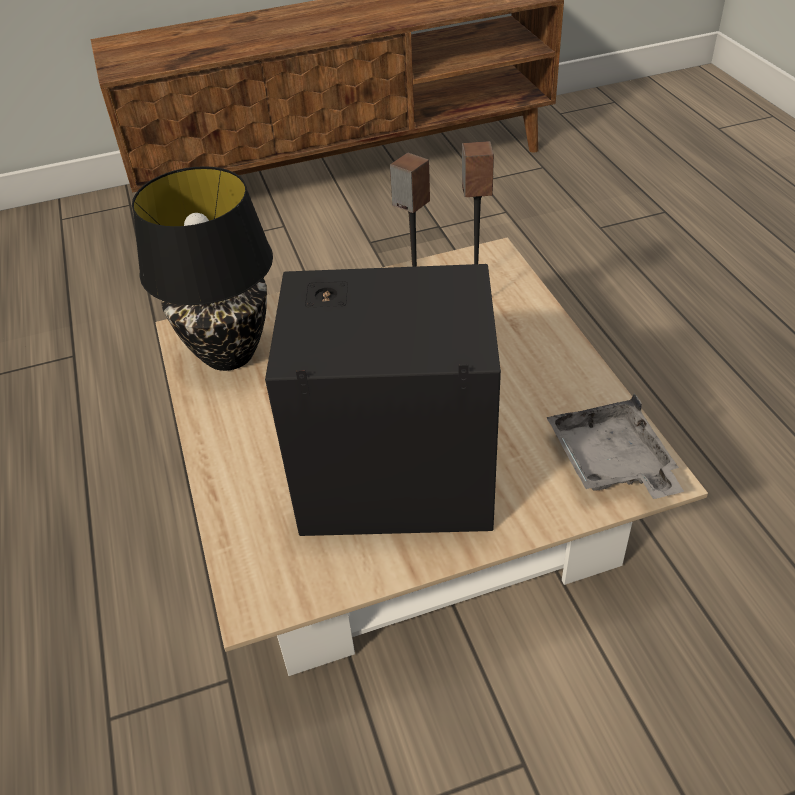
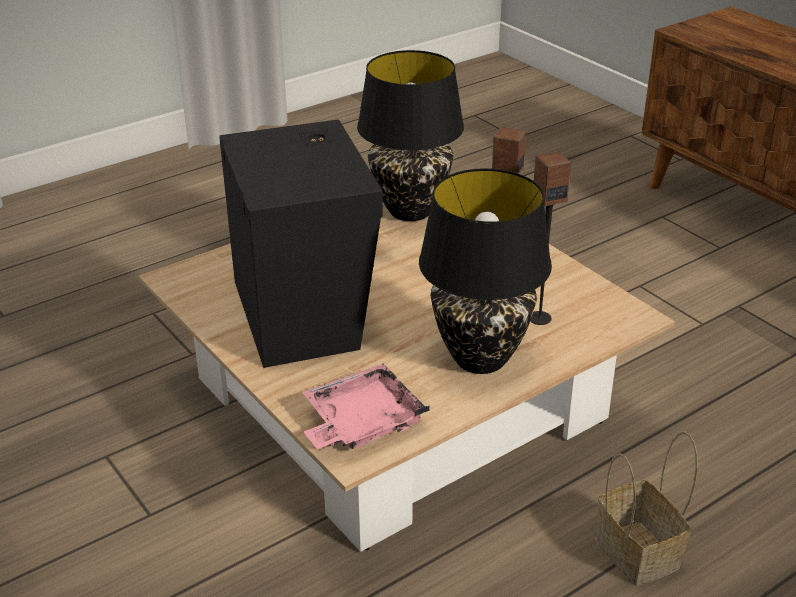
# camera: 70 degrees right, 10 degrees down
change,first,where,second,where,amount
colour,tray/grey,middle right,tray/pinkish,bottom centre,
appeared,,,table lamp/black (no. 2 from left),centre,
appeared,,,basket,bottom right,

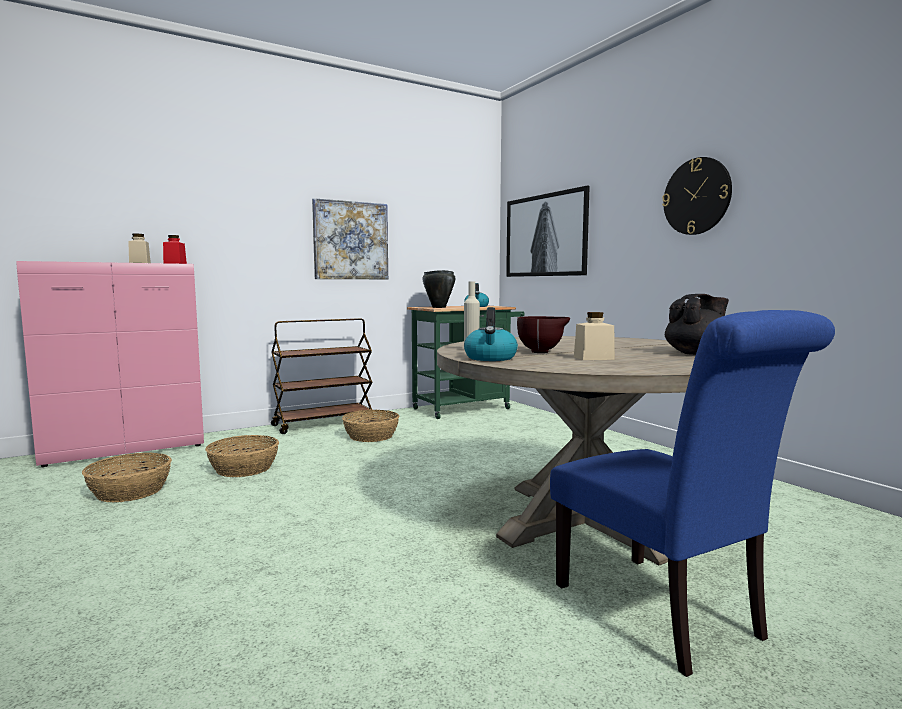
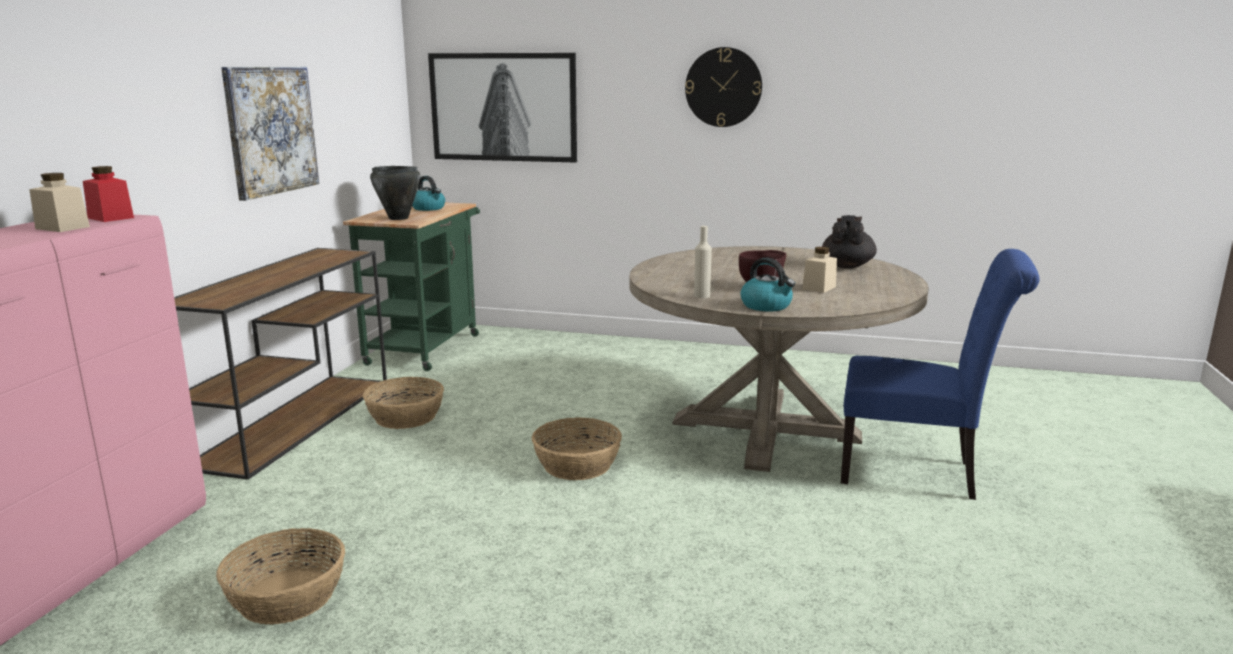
# camera: 45 degrees left, 10 degrees up
change,first,where,second,where,amount
exchanged,trolley/brown,centre,hall table/brown,middle left,
relocated,basket (no. 2 from left in the first image),middle left,basket (no. 3 from left),bottom centre,

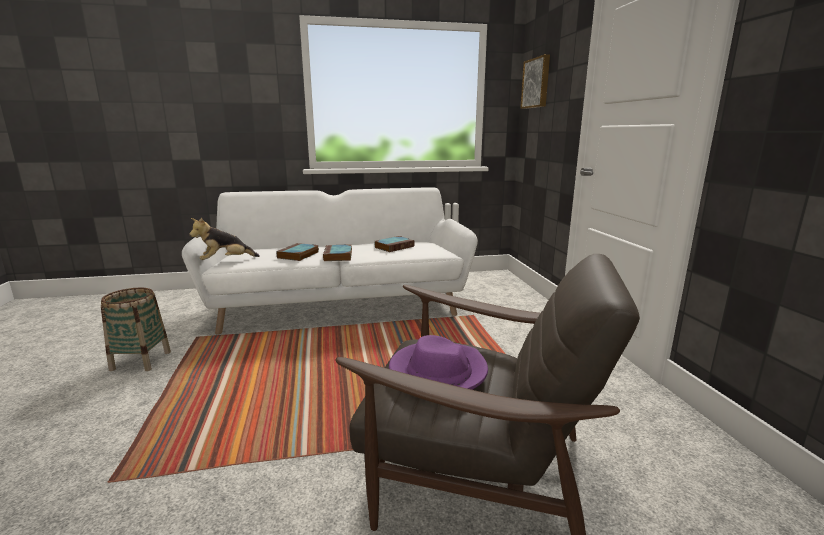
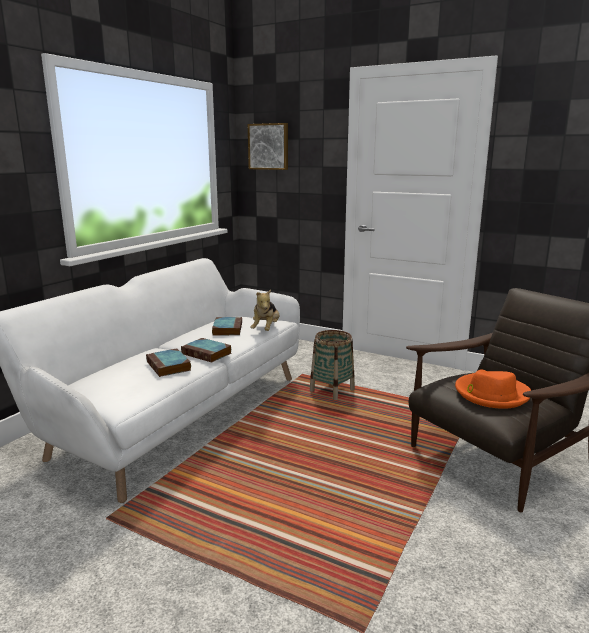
# camera: 50 degrees left, 0 degrees up
change,first,where,second,where,amount
relocated,soft toy,middle left,,centre,
relocated,basket,middle left,,centre,
colour,clothing hat/purple,bottom centre,clothing hat/orange-coloured,middle right,

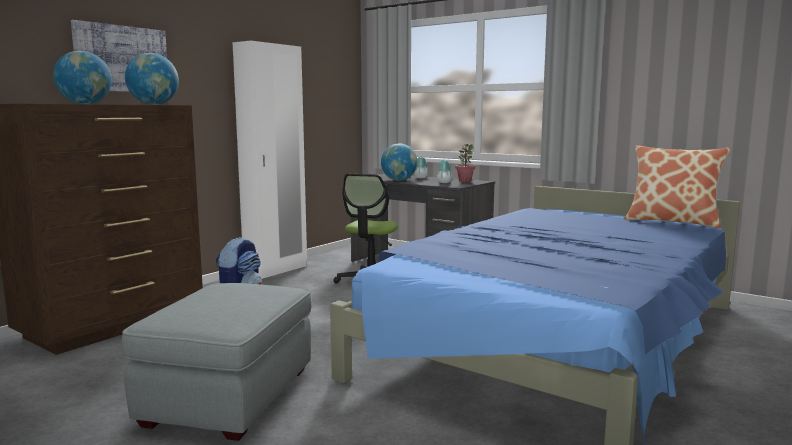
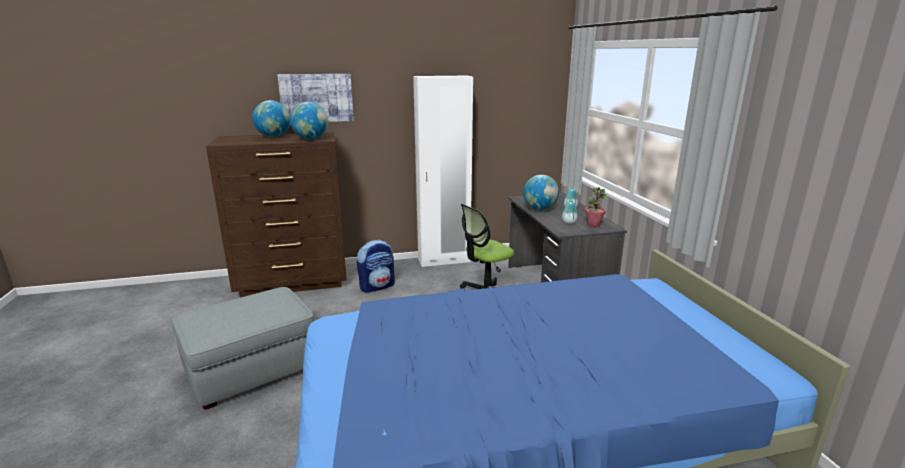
# camera: 40 degrees right, 10 degrees up
change,first,where,second,where,amount
missing,cushion,middle right,,,

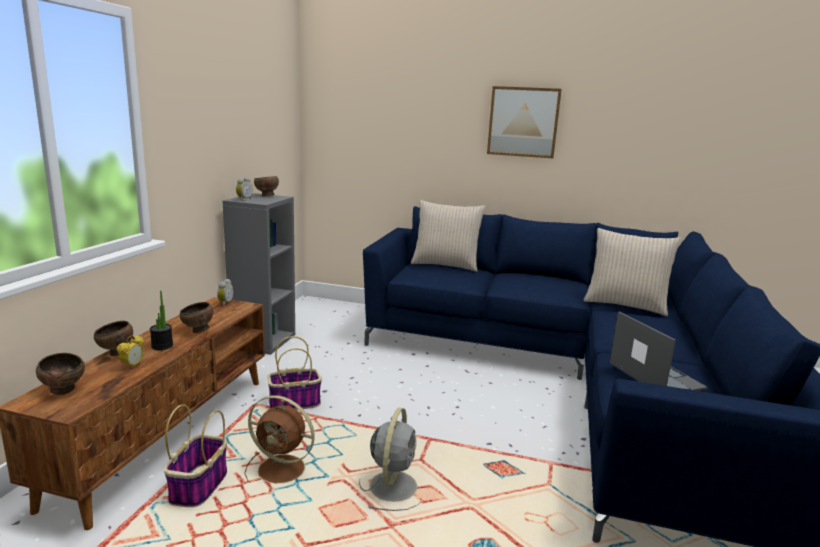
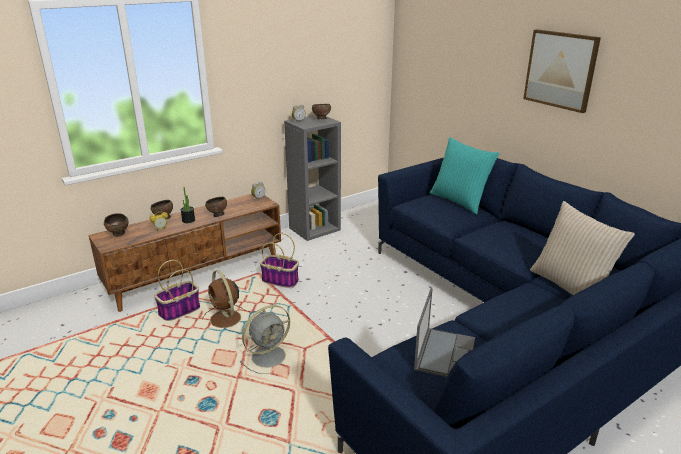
# camera: 40 degrees right, 10 degrees up
change,first,where,second,where,amount
colour,cushion/beige (no. 1 from left),centre,cushion/blue-green,middle right,

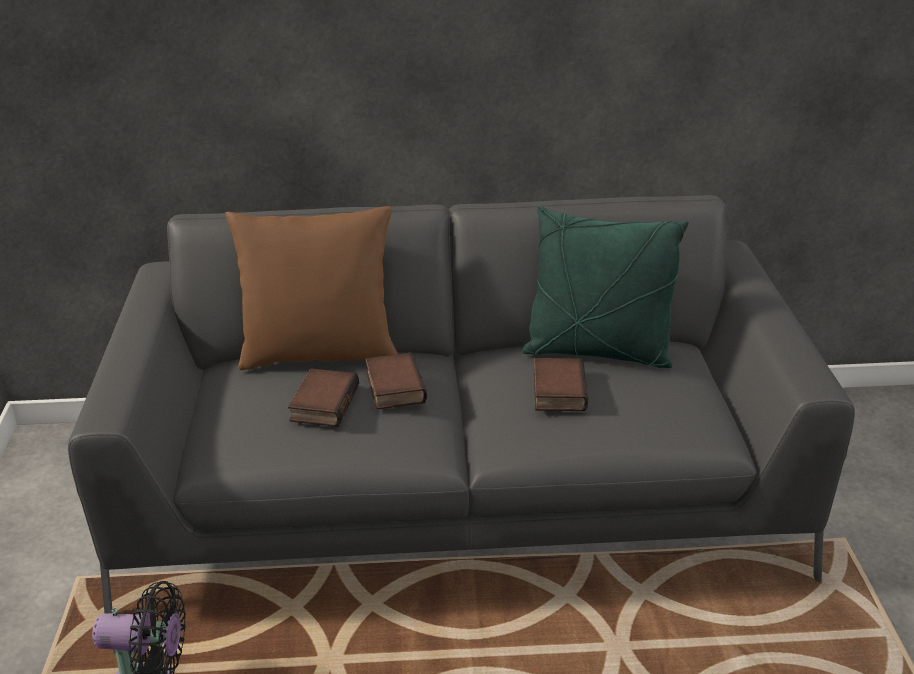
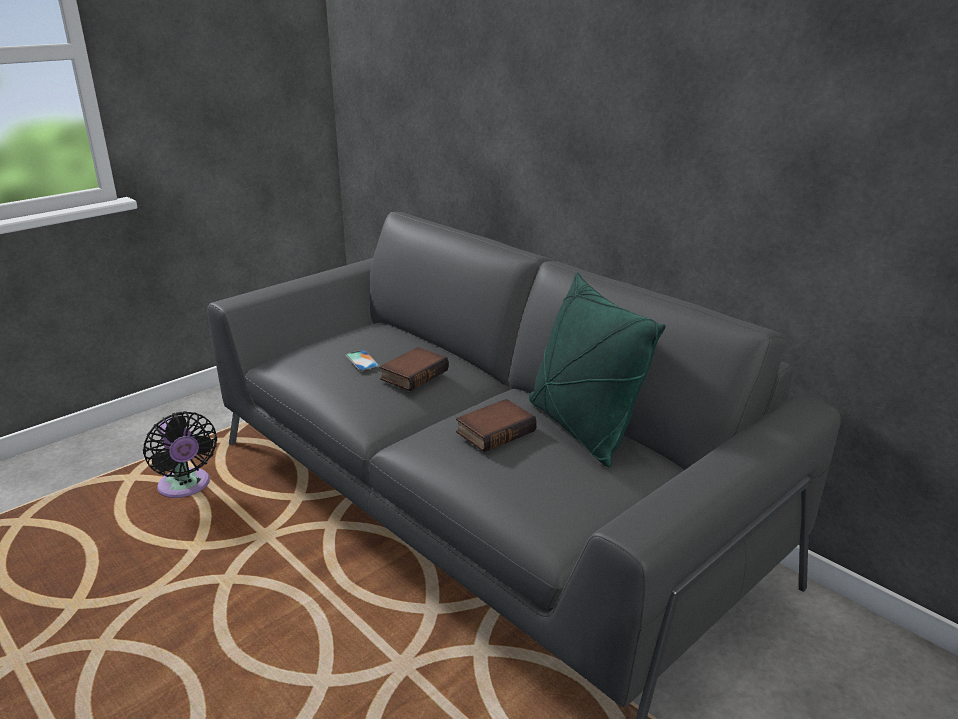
# camera: 50 degrees right, 5 degrees down
change,first,where,second,where,amount
exchanged,book (no. 1 from left),centre,phone,centre,
missing,cushion/brown,centre,,,

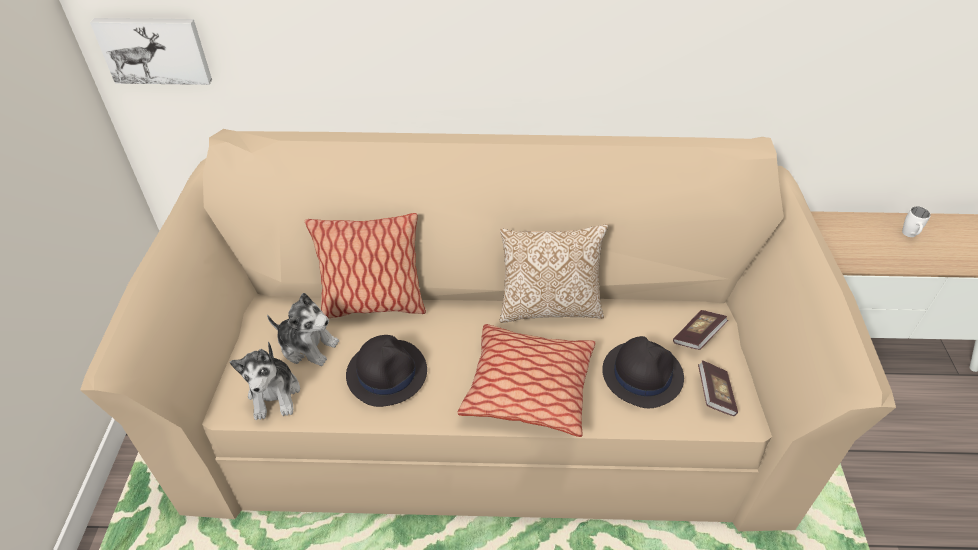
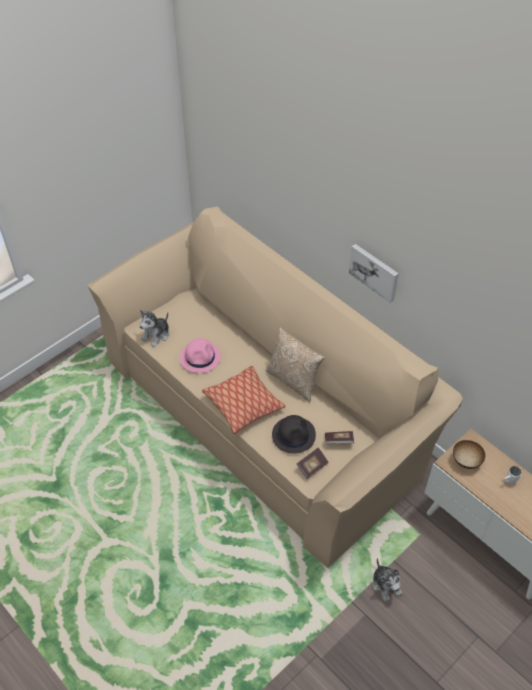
# camera: 45 degrees right, 5 degrees up
change,first,where,second,where,amount
colour,clothing hat/black (no. 1 from left),bottom centre,clothing hat/pinkish,centre,
relocated,picture,top left,,middle right,
relocated,soft toy (no. 2 from left),middle left,,bottom right,
appeared,,,deep dish,middle right,
missing,cushion (no. 1 from left),centre,,,

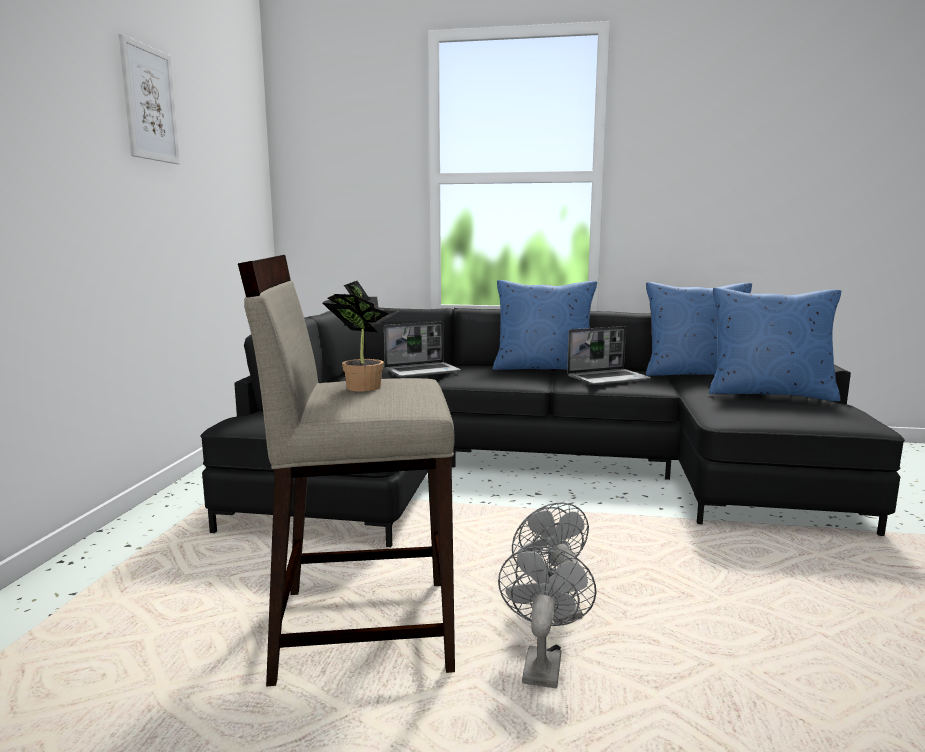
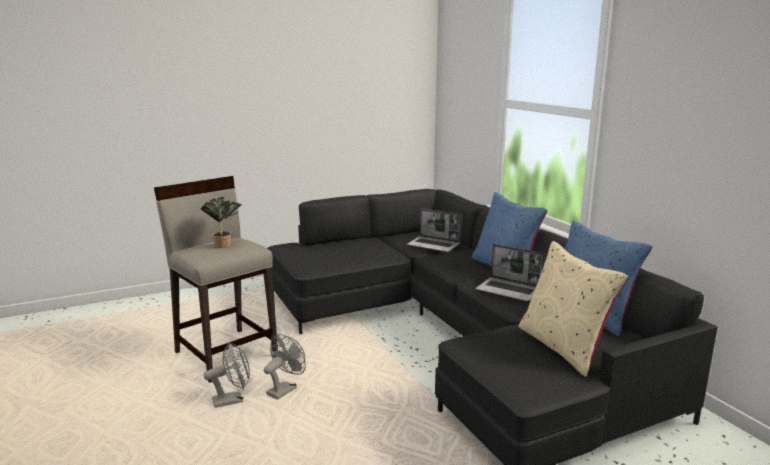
# camera: 55 degrees right, 5 degrees up
change,first,where,second,where,amount
colour,cushion/blue-coloured (no. 3 from left),middle right,cushion/beige,middle right,
missing,picture,top left,,,

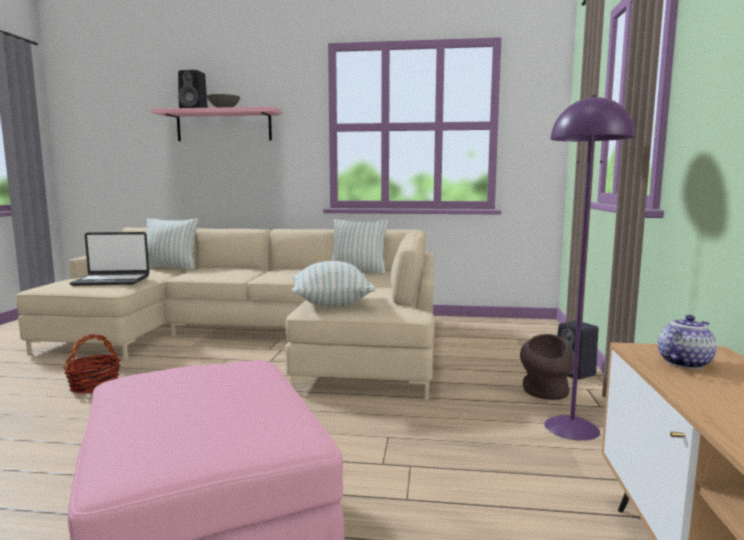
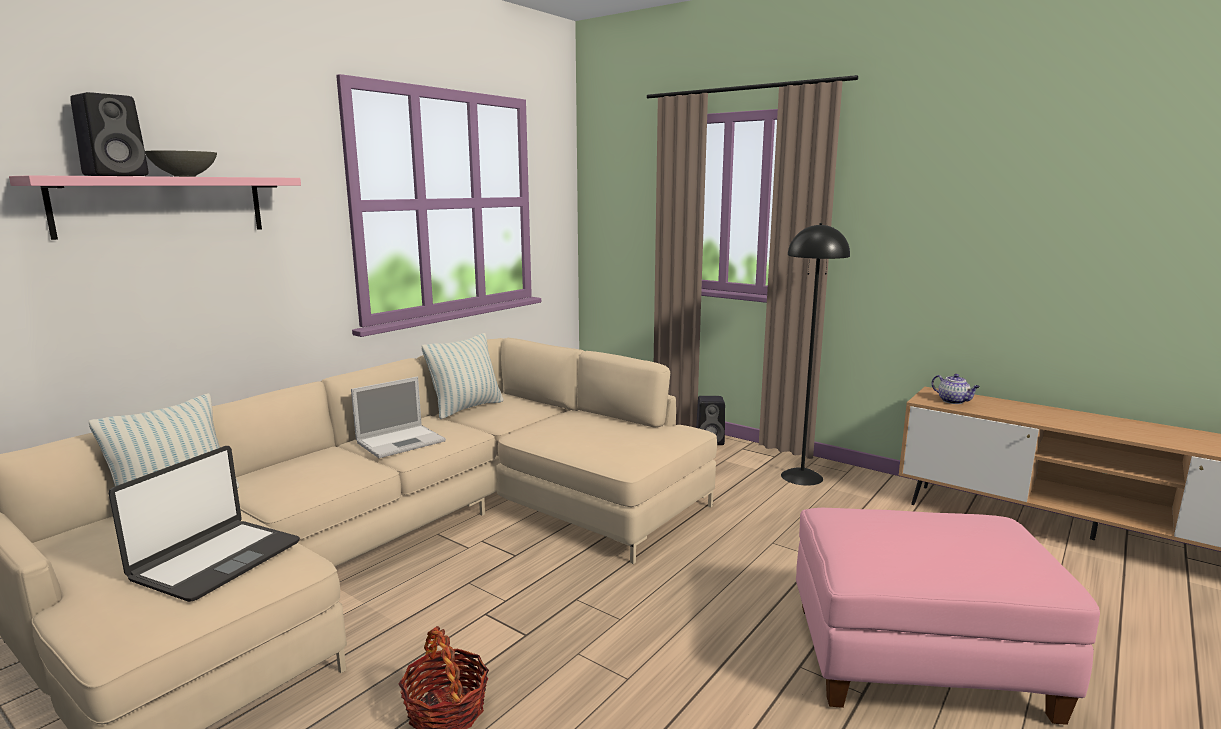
# camera: 60 degrees left, 5 degrees up
change,first,where,second,where,amount
appeared,,,notebook computer (no. 2 from left),middle left,
colour,standing lamp/purple,middle right,standing lamp/black,middle right,
spun,pot for tea,middle right,,middle right,150 degrees clockwise
missing,cushion (no. 2 from left),centre,,,
missing,flower vase/brown,bottom right,,,

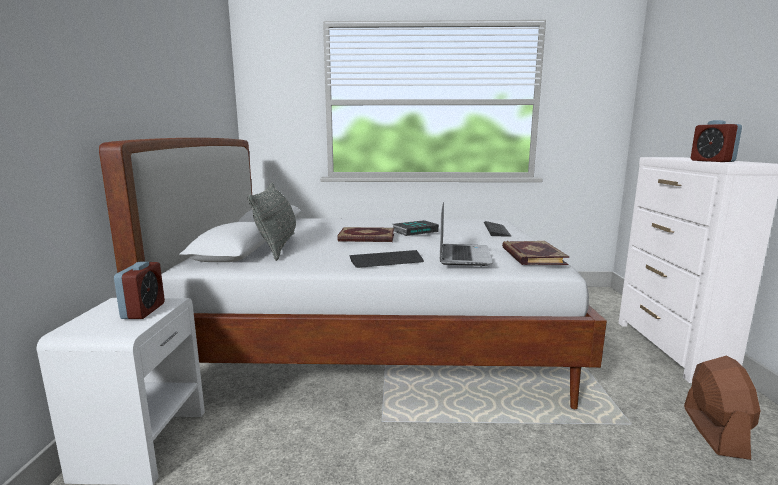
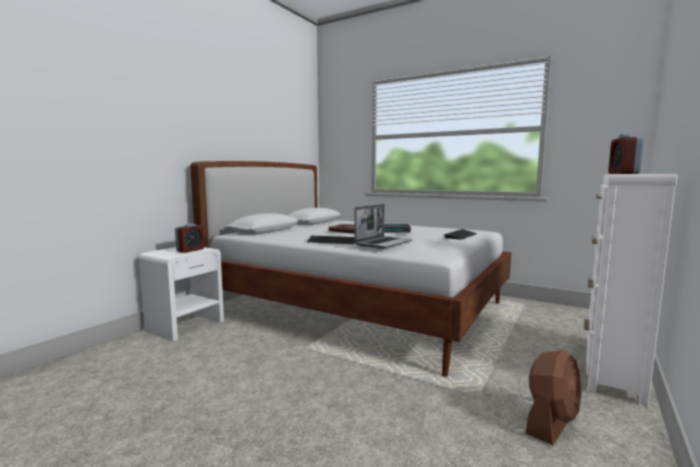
# camera: 30 degrees right, 5 degrees down
change,first,where,second,where,amount
missing,cushion/grey,centre,,,
missing,book (no. 3 from left),middle right,,,

